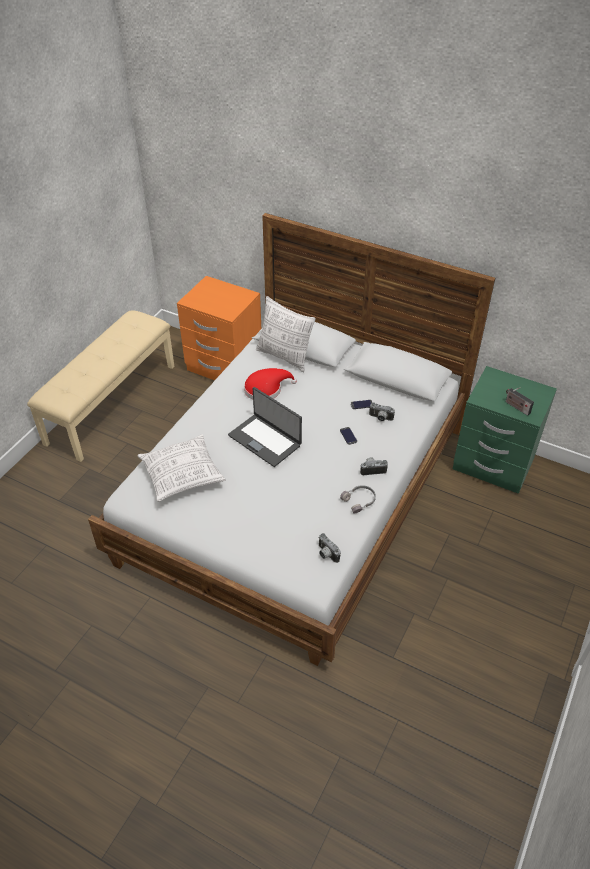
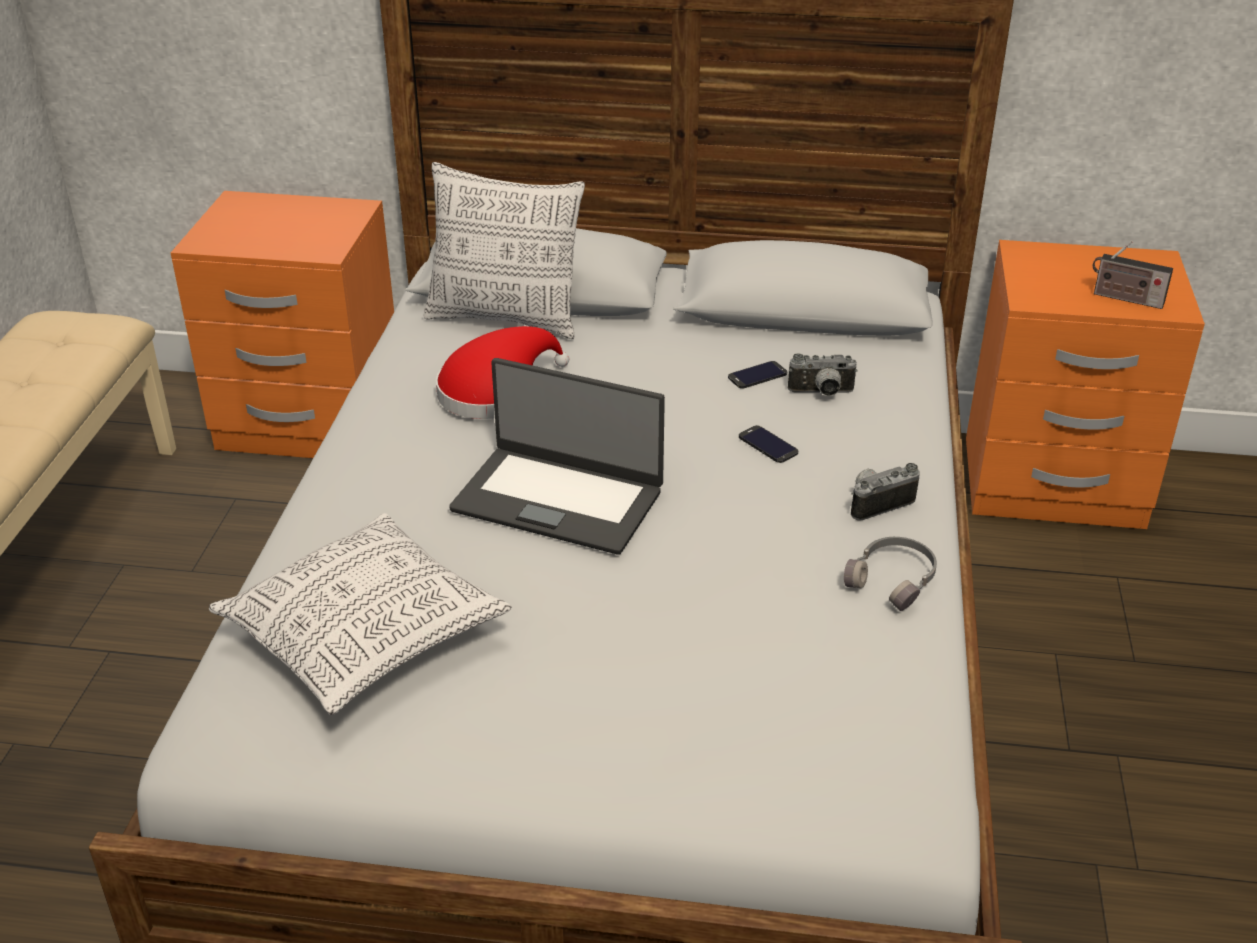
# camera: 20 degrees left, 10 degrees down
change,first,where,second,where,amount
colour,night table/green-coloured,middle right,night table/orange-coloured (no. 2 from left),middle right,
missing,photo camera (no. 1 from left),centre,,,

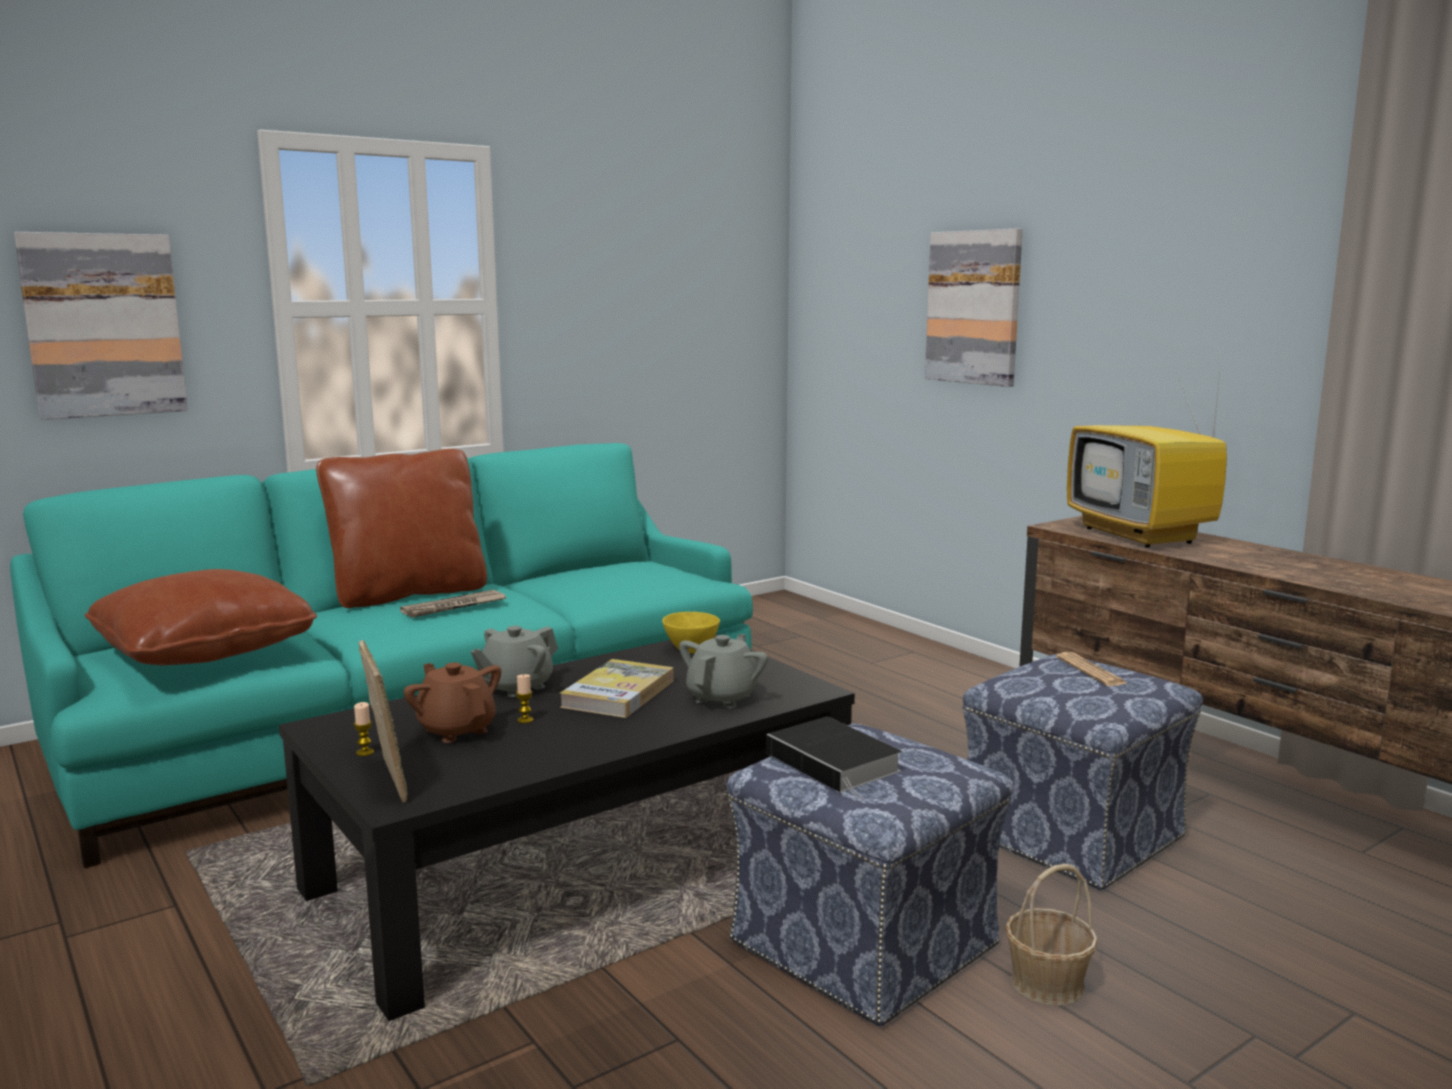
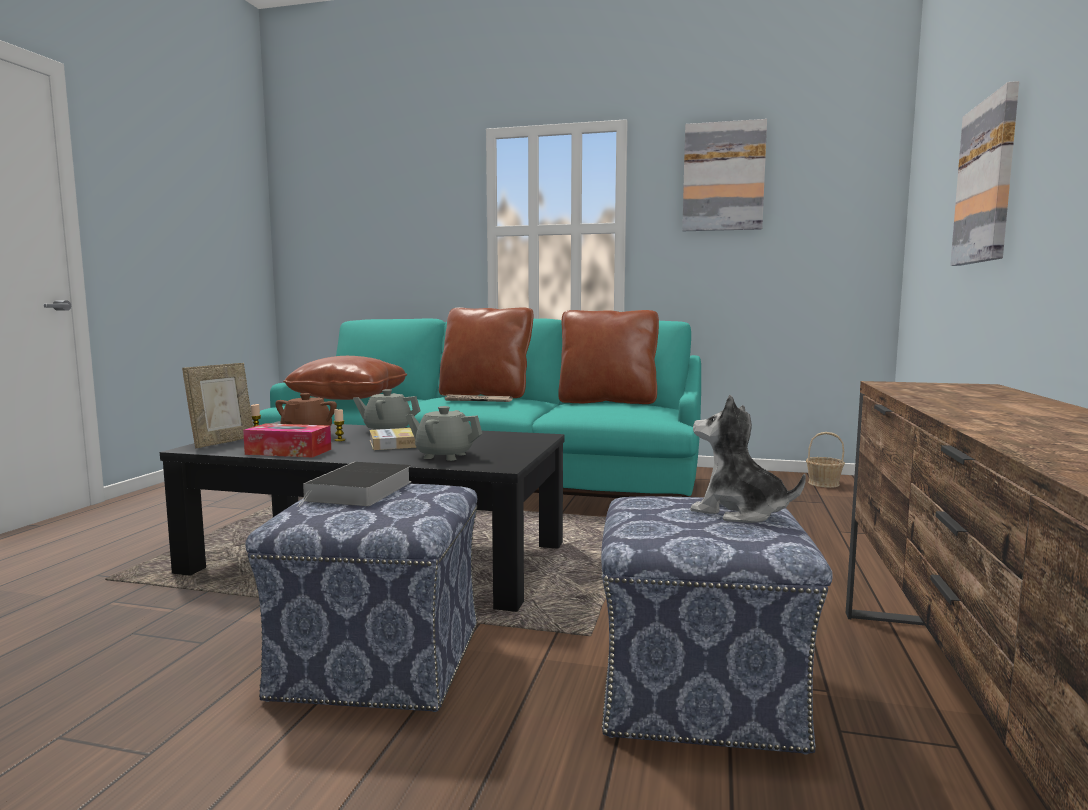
# camera: 50 degrees right, 5 degrees down
change,first,where,second,where,amount
appeared,,,tissue holder,middle left,
spun,pot for tea/grey (no. 2 from left),centre,,centre,150 degrees counterclockwise
appeared,,,cushion/brown (no. 3 from left),centre,
relocated,picture (no. 1 from left),top left,,top centre,
exchanged,newspaper (no. 2 from left),middle right,soft toy,middle right,
relocated,basket,bottom right,,middle right,
missing,deep dish/yellowish,centre,,,
missing,television,middle right,,,

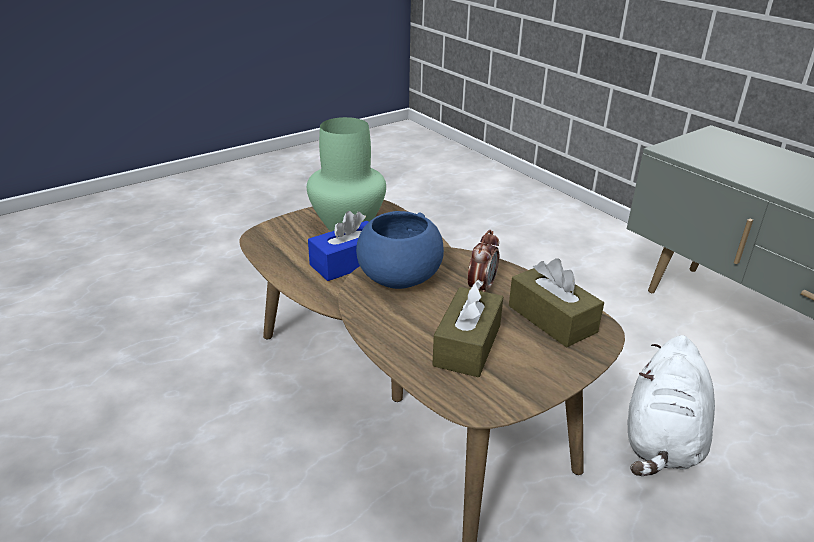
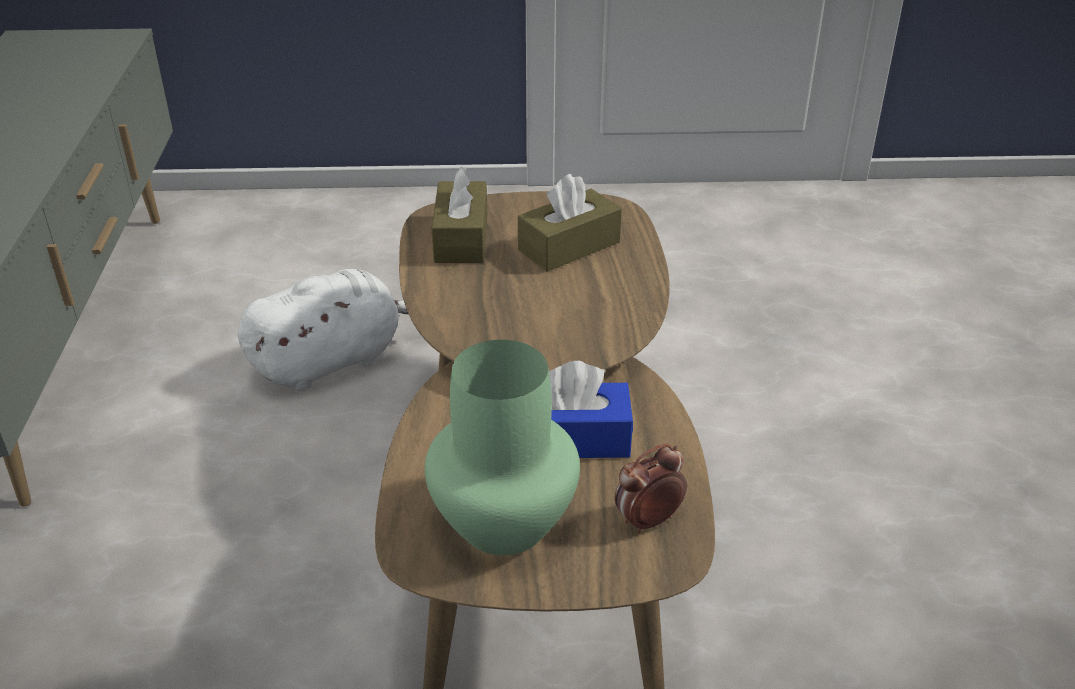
# camera: 145 degrees left, 5 degrees up
change,first,where,second,where,amount
relocated,table clock,centre,,bottom centre,
missing,deep dish/blue-coloured,centre,,,

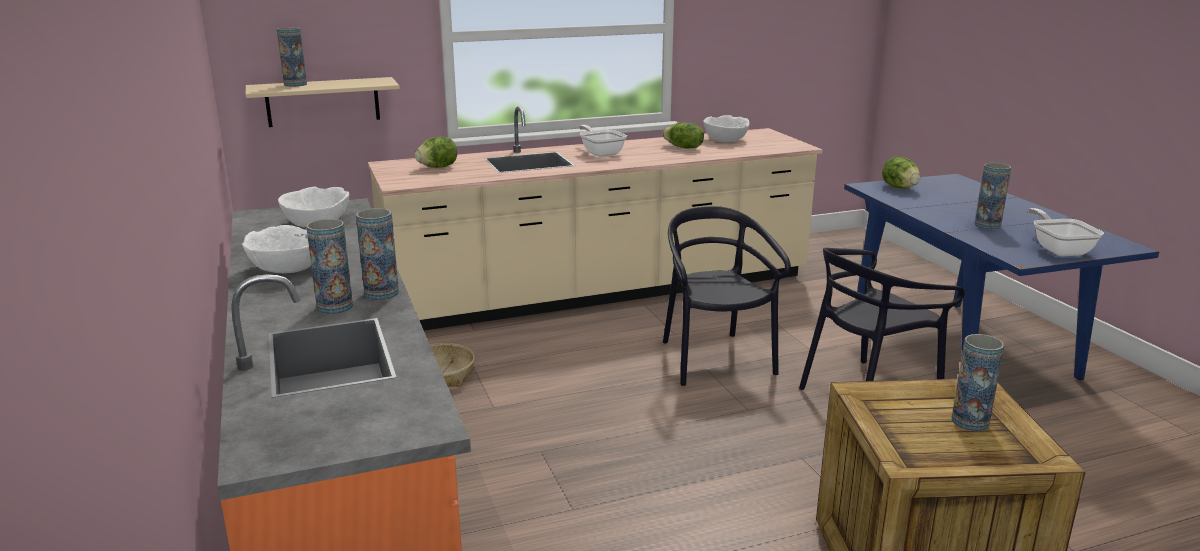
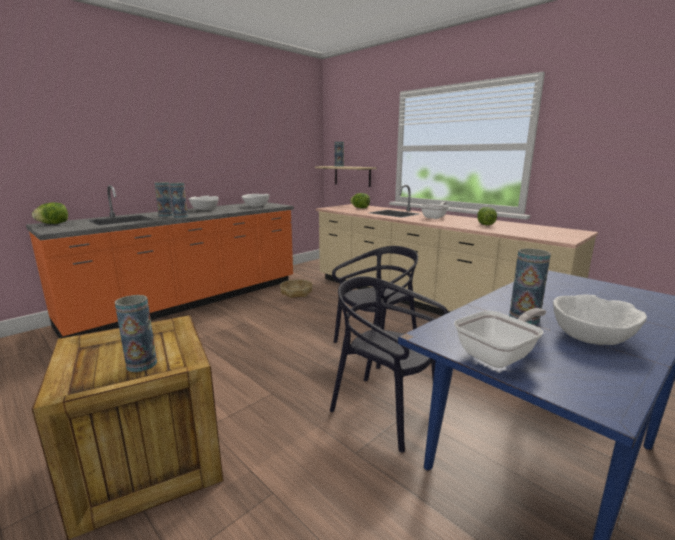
# camera: 65 degrees right, 5 degrees down
change,first,where,second,where,amount
relocated,head of lettuce (no. 3 from left in the first image),top right,head of lettuce (no. 1 from left),middle left,
relocated,deep dish/white-coloured (no. 3 from left),top centre,,middle right,

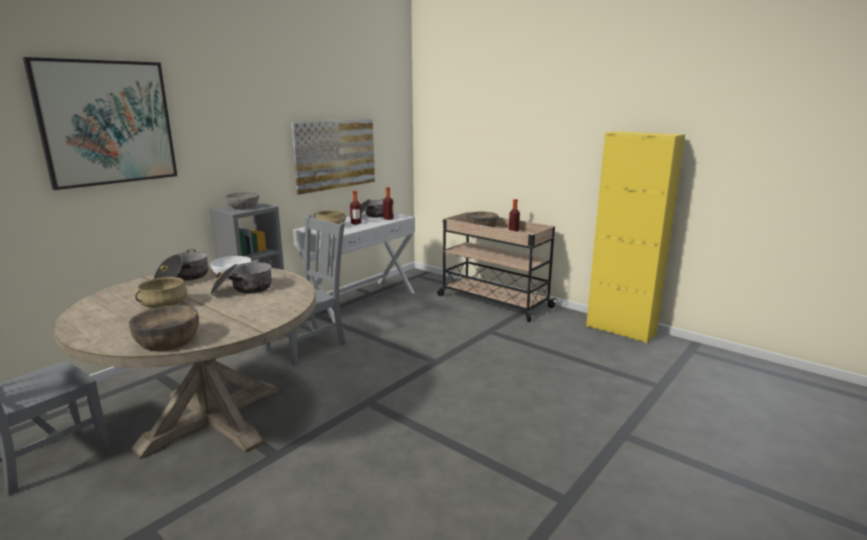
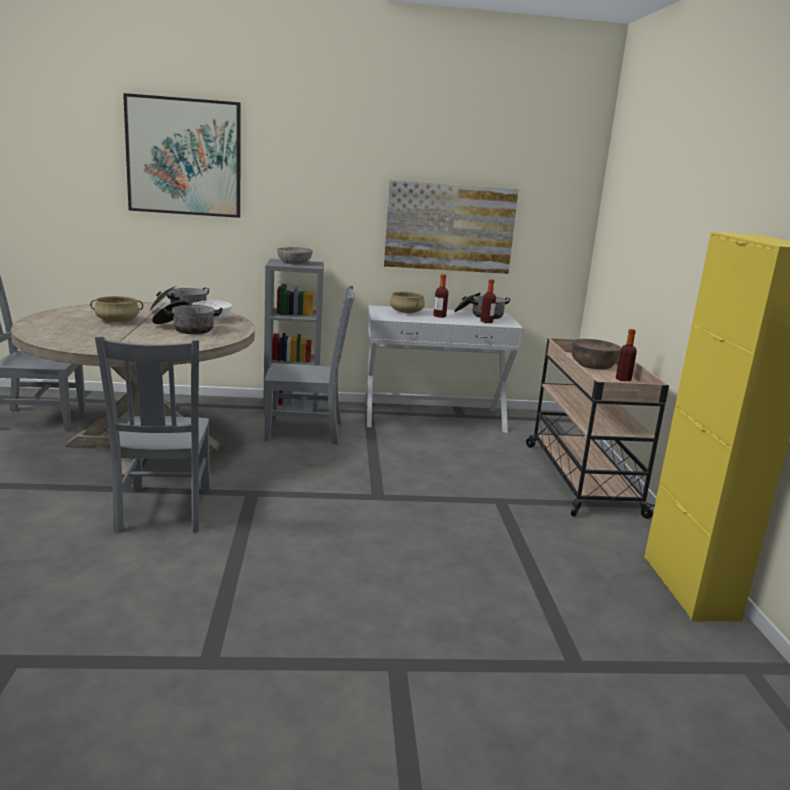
# camera: 45 degrees right, 0 degrees up
change,first,where,second,where,amount
appeared,,,chair/grey (no. 2 from left),middle left,
missing,deep dish/brown (no. 1 from left),middle left,,,

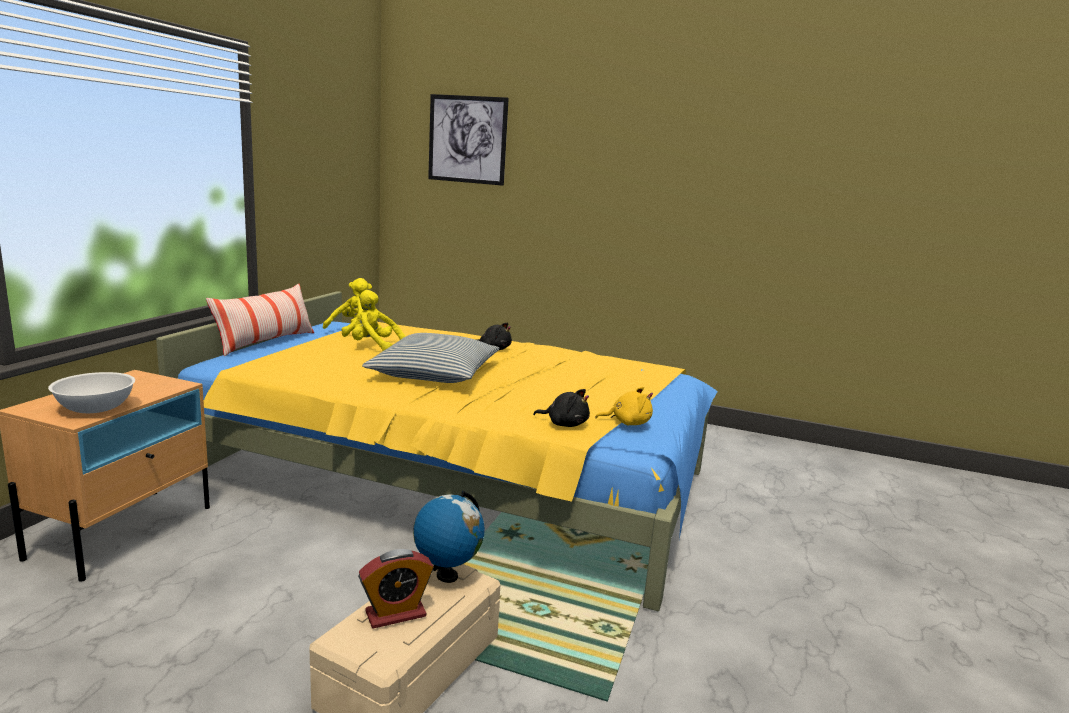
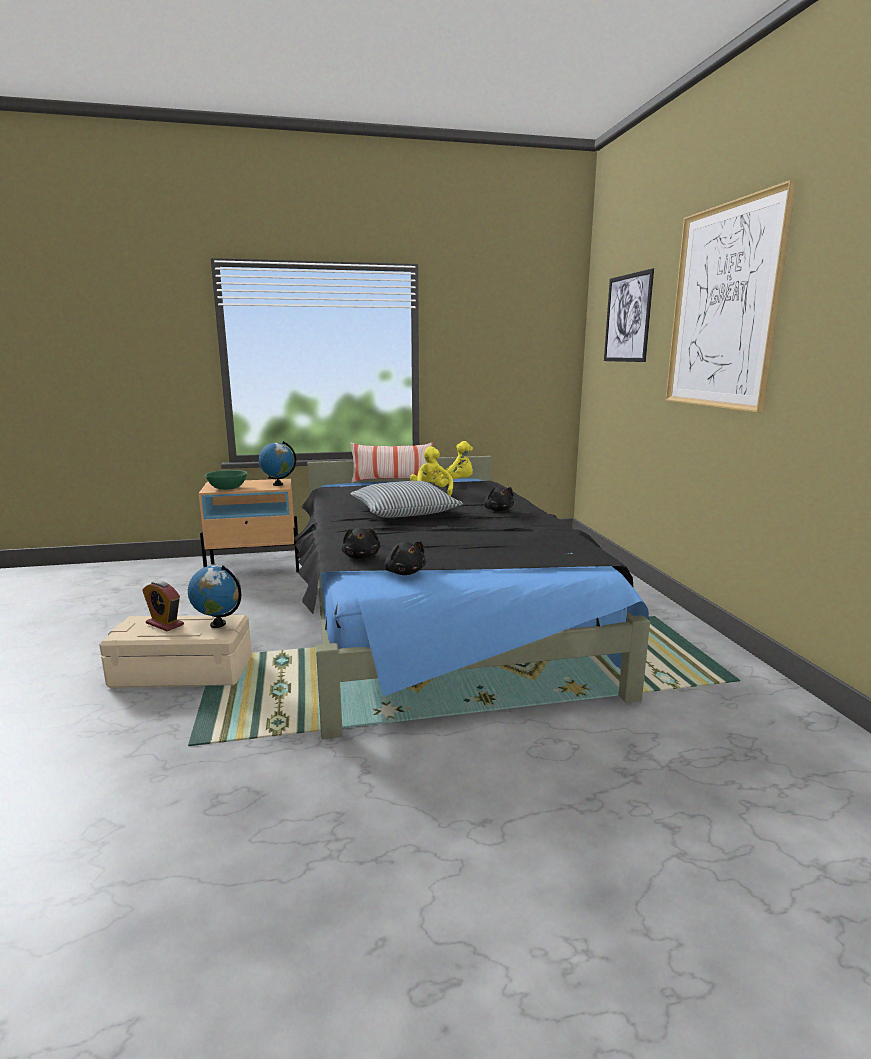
# camera: 60 degrees right, 0 degrees up
change,first,where,second,where,amount
colour,deep dish/white-coloured,middle left,deep dish/green-coloured,middle left,
appeared,,,desk globe (no. 2 from left),middle left,
colour,sleeping bed/yellowish,centre,sleeping bed/black,centre,
colour,soft toy/yellowish (no. 3 from left),centre,soft toy/black (no. 2 from left),centre,
appeared,,,picture (no. 2 from left),top right,

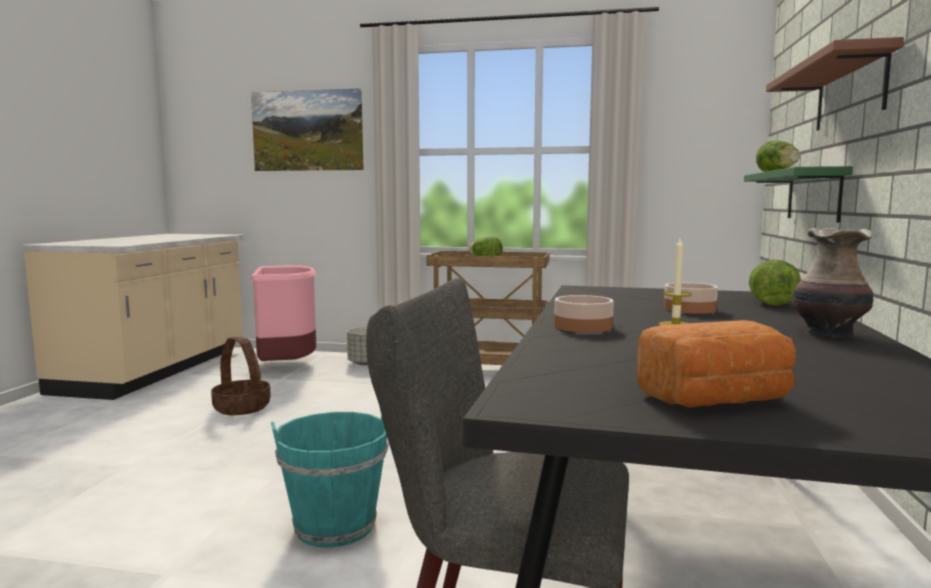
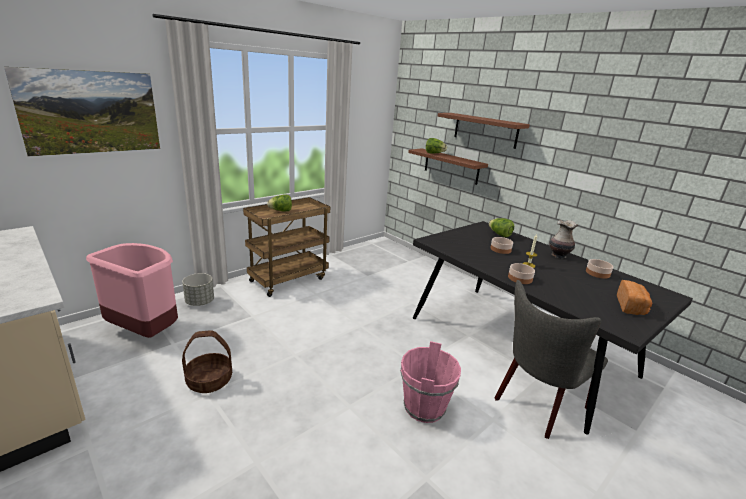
# camera: 55 degrees left, 15 degrees up
change,first,where,second,where,amount
colour,water bucket/blue-green,bottom centre,water bucket/pinkish,bottom centre,
colour,bracket shelf/green-coloured,top right,bracket shelf/brown (no. 1 from left),top centre,
appeared,,,deep dish (no. 3 from left),middle right,

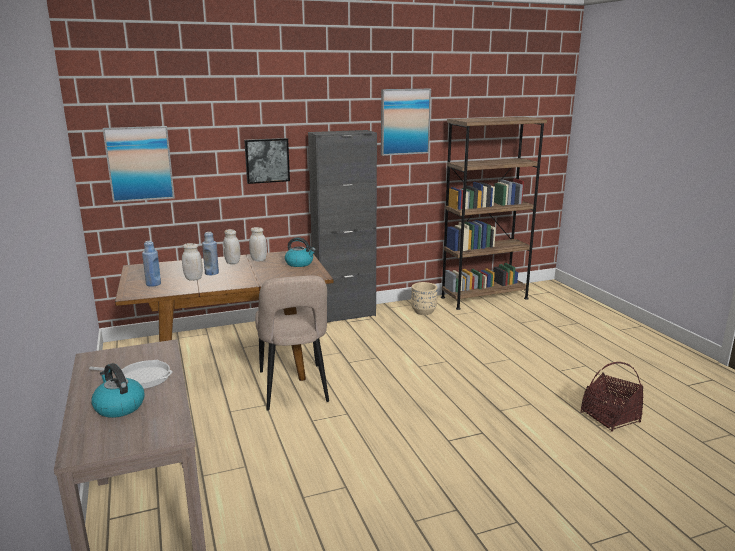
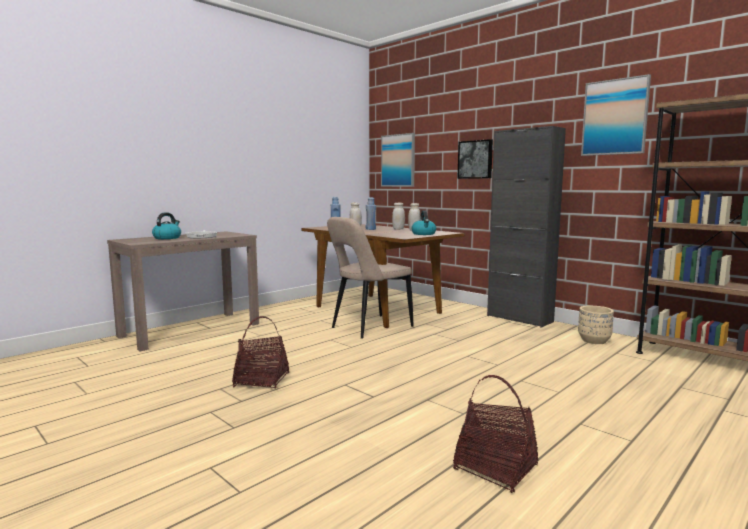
# camera: 65 degrees right, 10 degrees down
change,first,where,second,where,amount
appeared,,,basket (no. 1 from left),centre,

